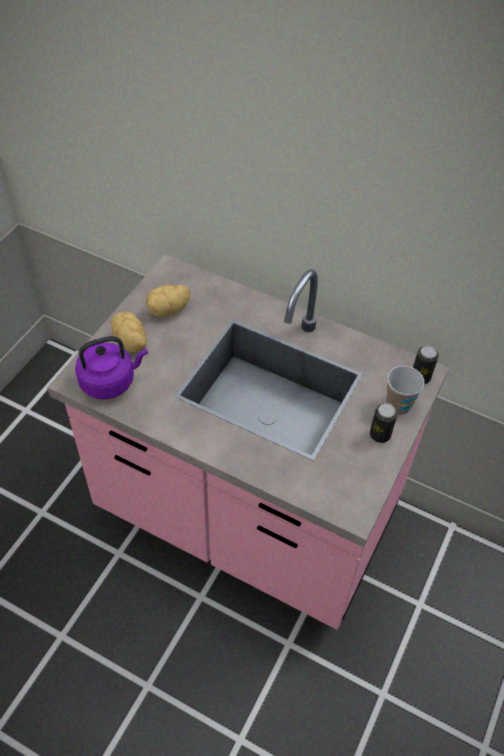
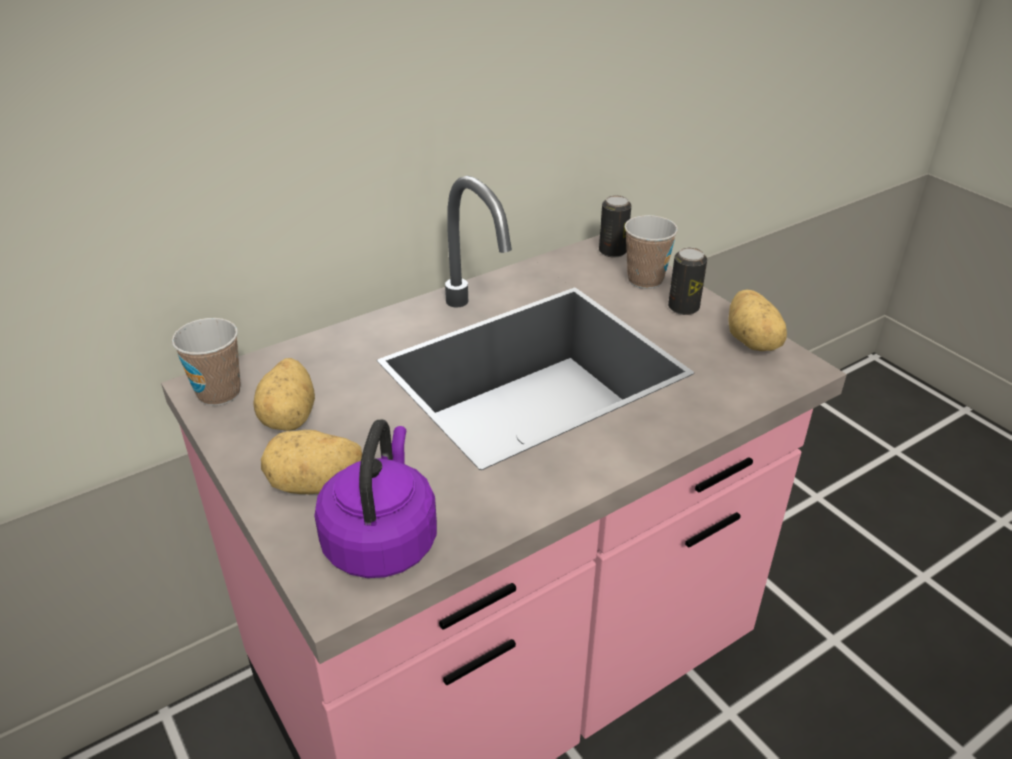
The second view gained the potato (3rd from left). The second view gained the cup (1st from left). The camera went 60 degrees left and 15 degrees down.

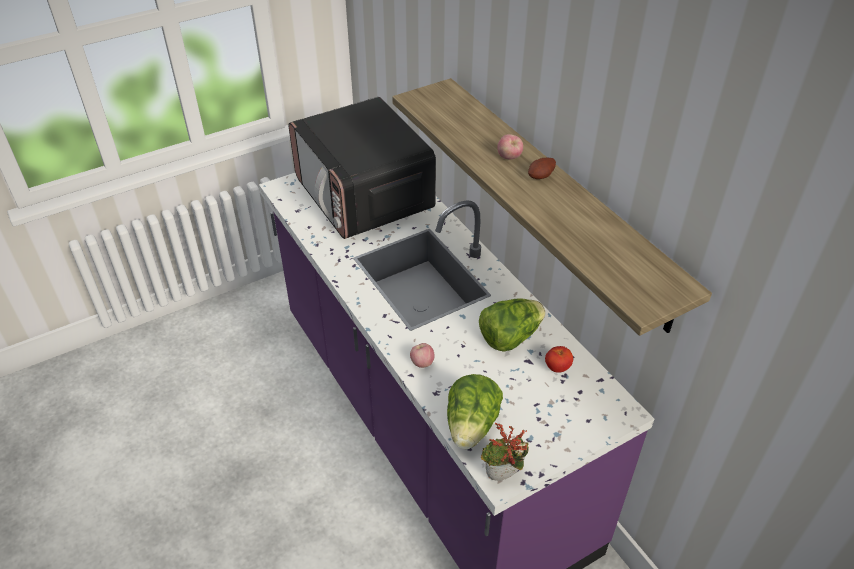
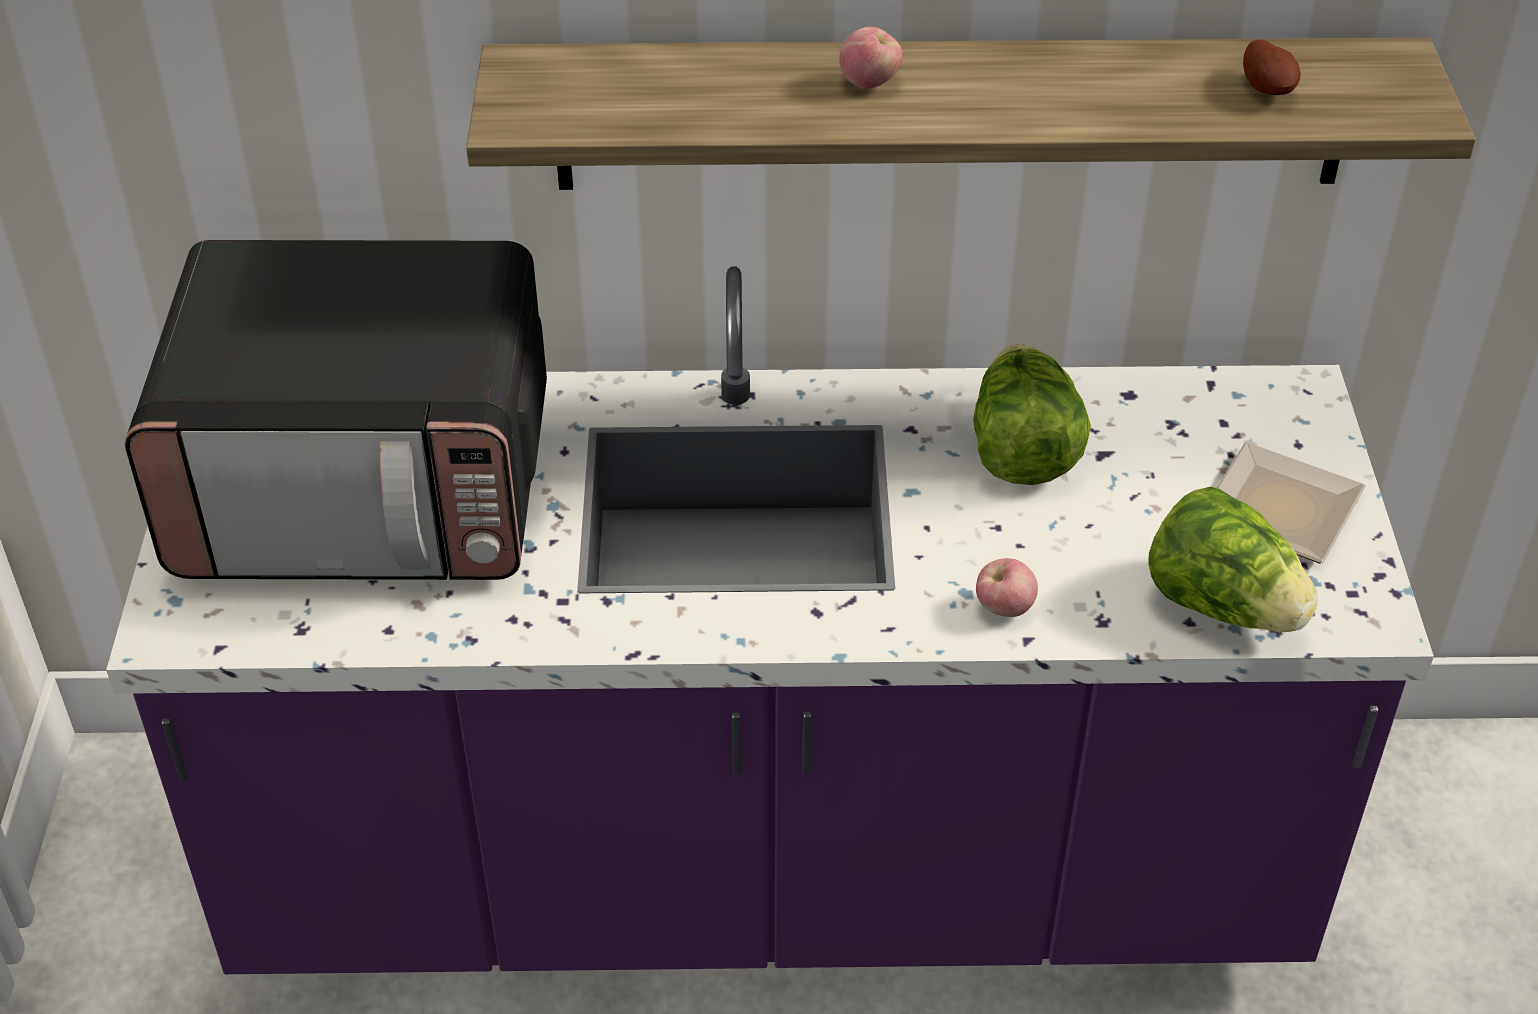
The potato ended up elsewhere. The second view lost the tomato. The second view lost the potted plant. The second view gained the plate. The camera went 60 degrees left and 0 degrees up.

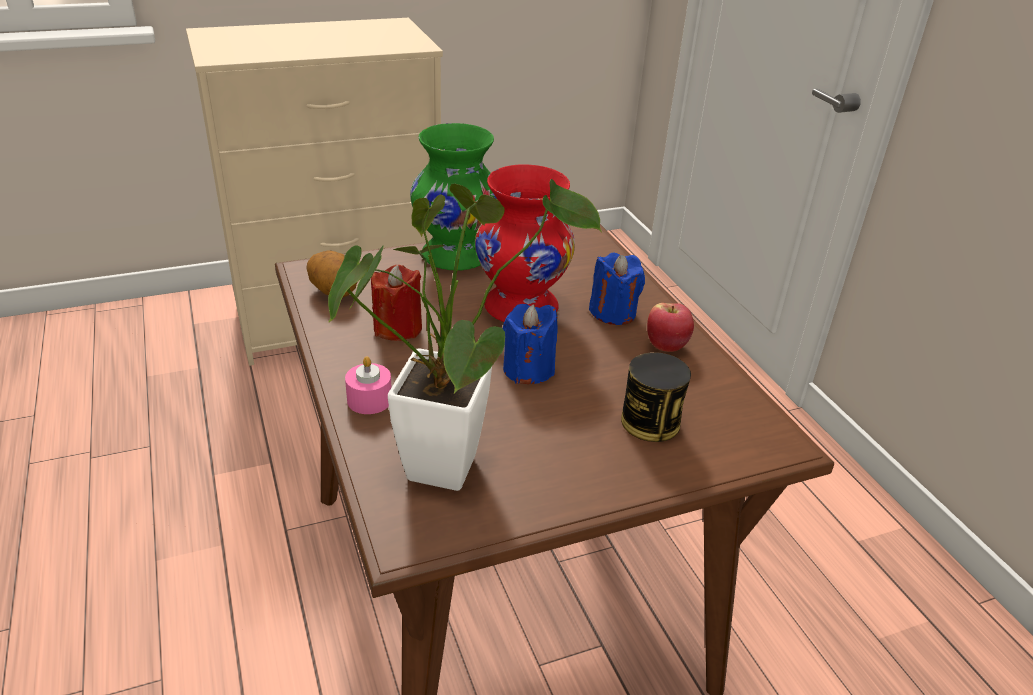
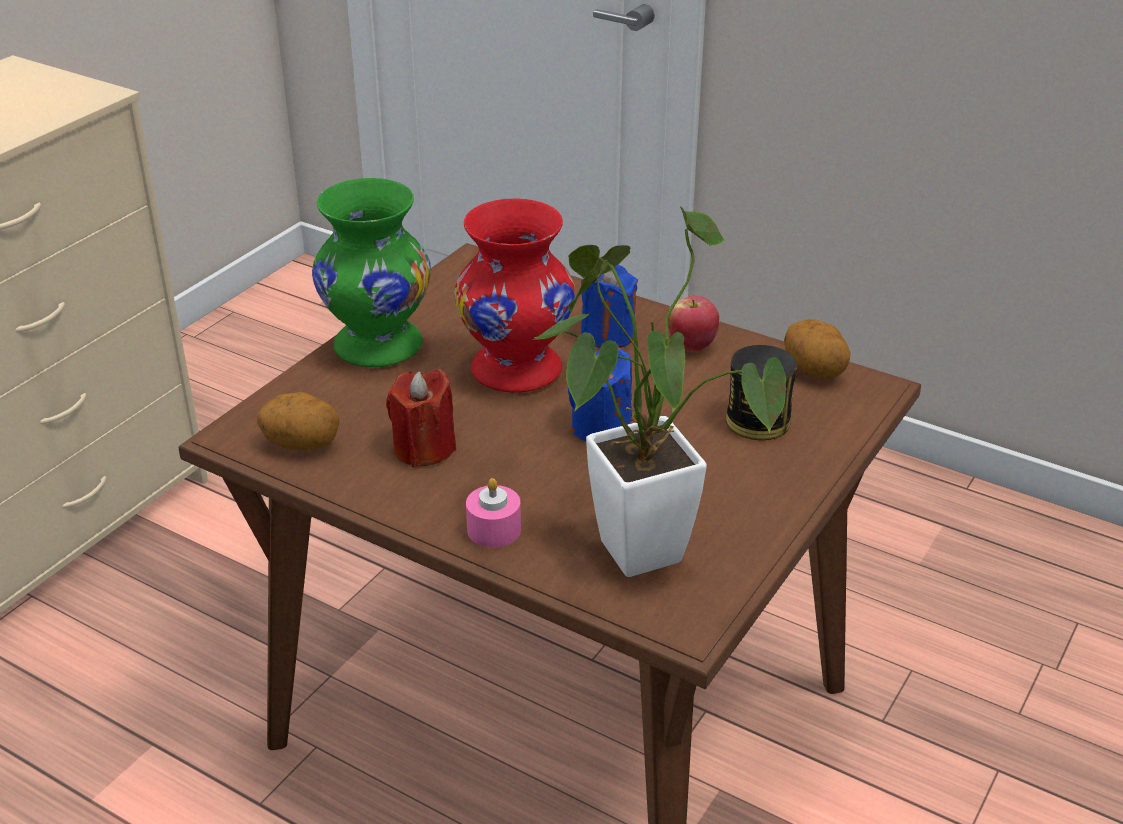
The second view gained the potato (2nd from left). The camera went 35 degrees left and 0 degrees up.

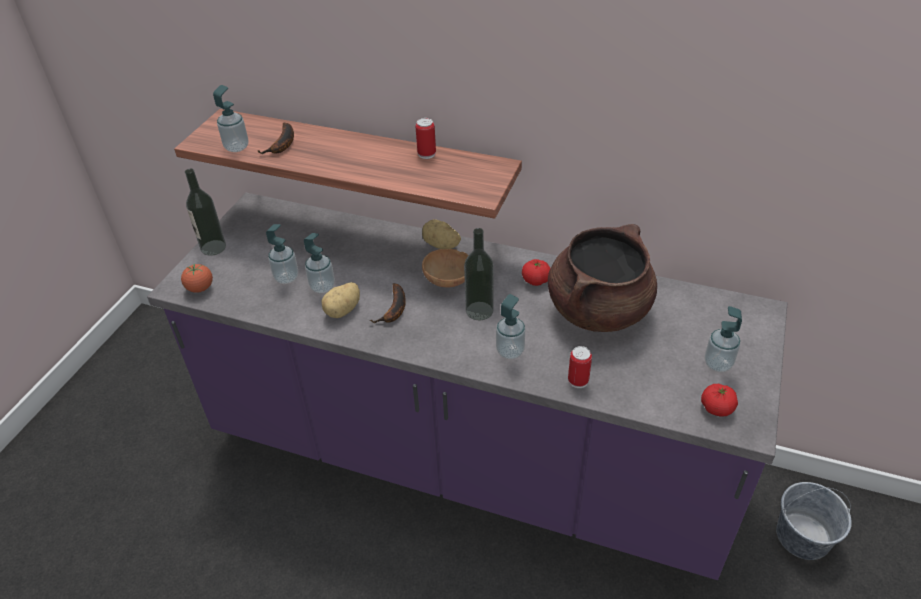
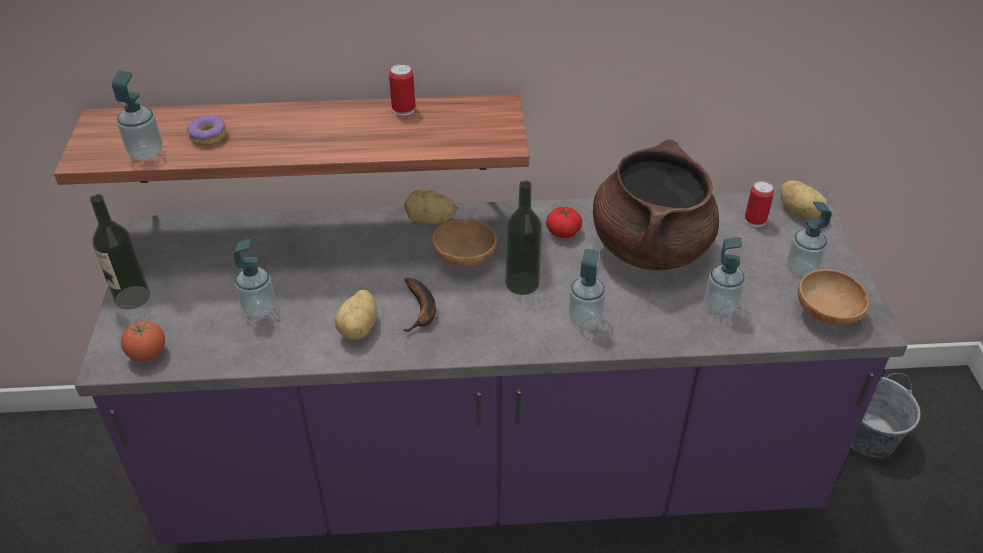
Where the banana (1st from left) stood, the donut came to stand. The soap dispenser (3rd from left in the first image) ended up elsewhere. The can (2nd from left) ended up elsewhere. Where the tomato (3rd from left) stood, the brown bowl (2nd from left) came to stand. The second view gained the potato (3rd from left). The camera went 25 degrees left and 0 degrees up.

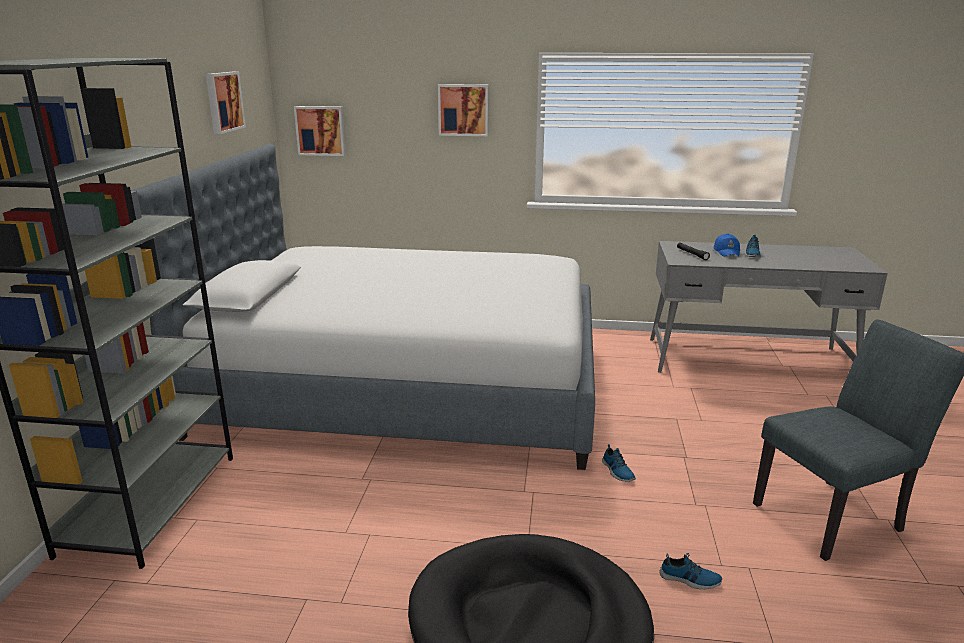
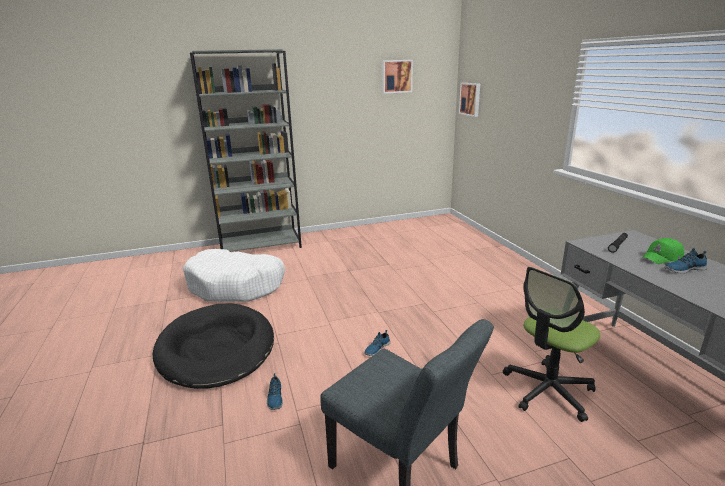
The second view lost the picture (3rd from left). The second view lost the bed. What was the blue cap turned into the green cap. The second view gained the white dog bed. The second view gained the office chair. The camera went 65 degrees right and 0 degrees up.

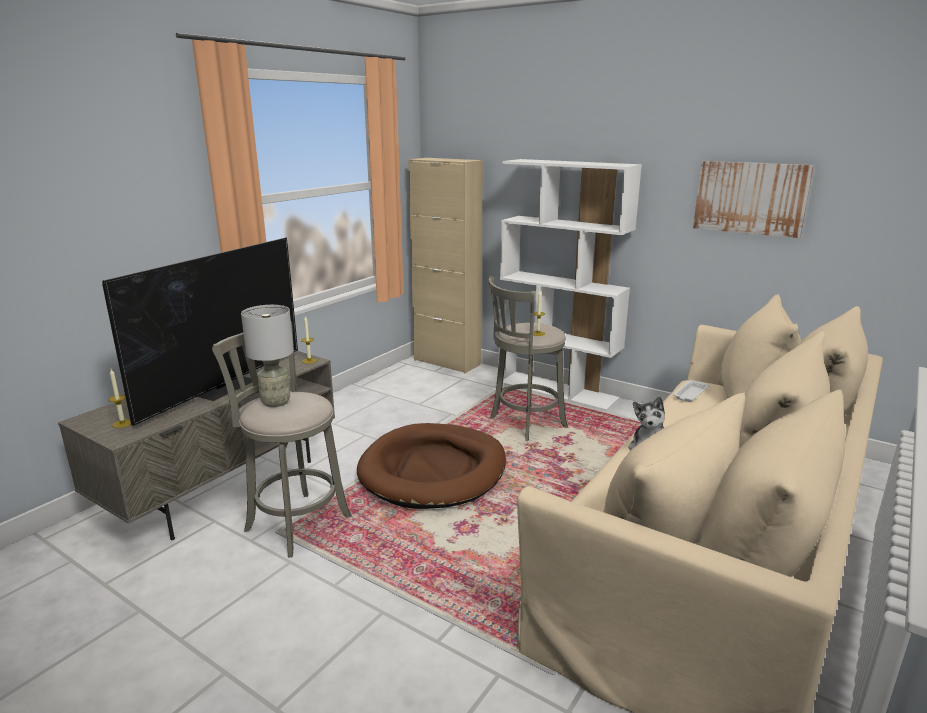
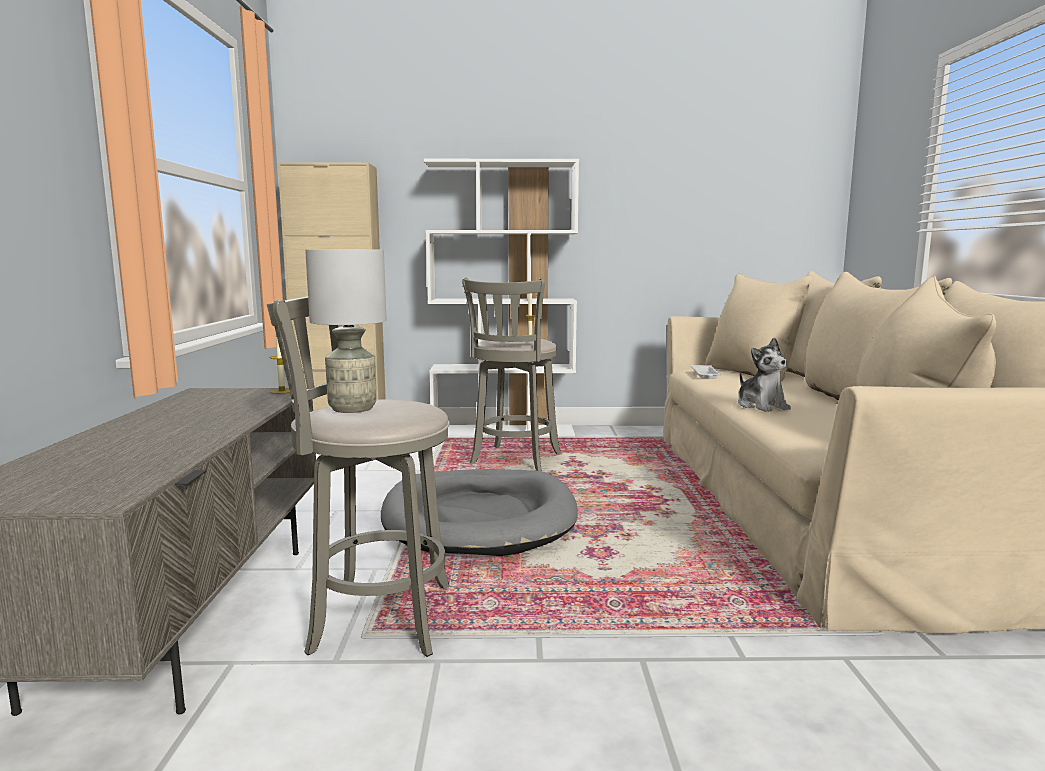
The second view lost the picture. The second view lost the television. The second view lost the candle (1st from left). What was the brown dog bed turned into the grey dog bed. The camera went 35 degrees left and 10 degrees down.

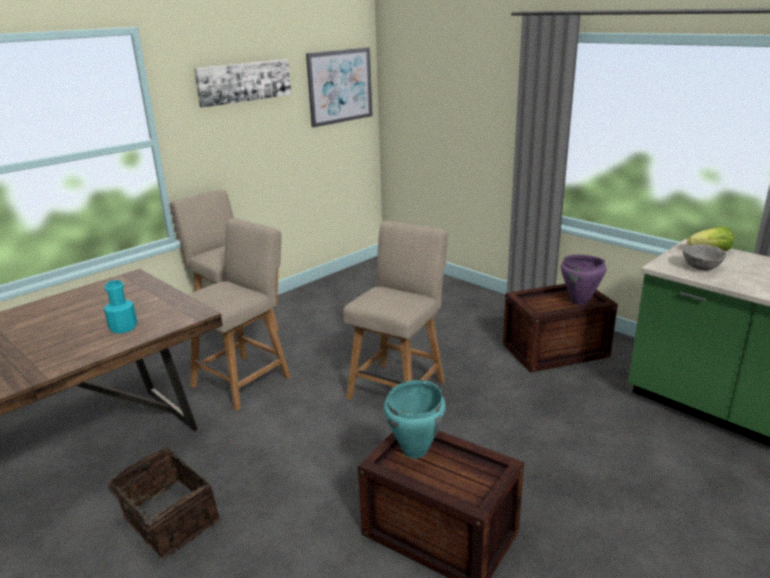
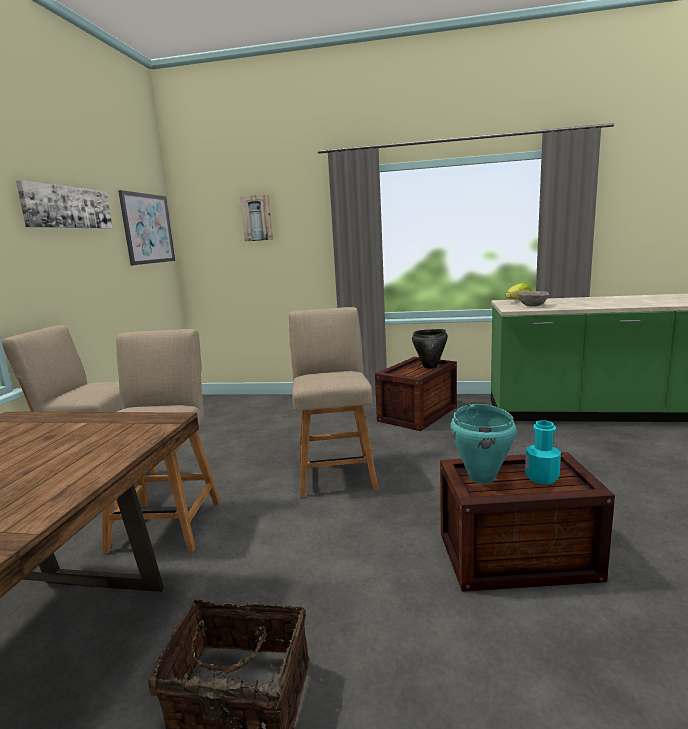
What was the purple cooking pot turned into the black cooking pot. The turquoise bottle ended up elsewhere. The second view gained the picture (3rd from left). The camera went 35 degrees left and 10 degrees down.

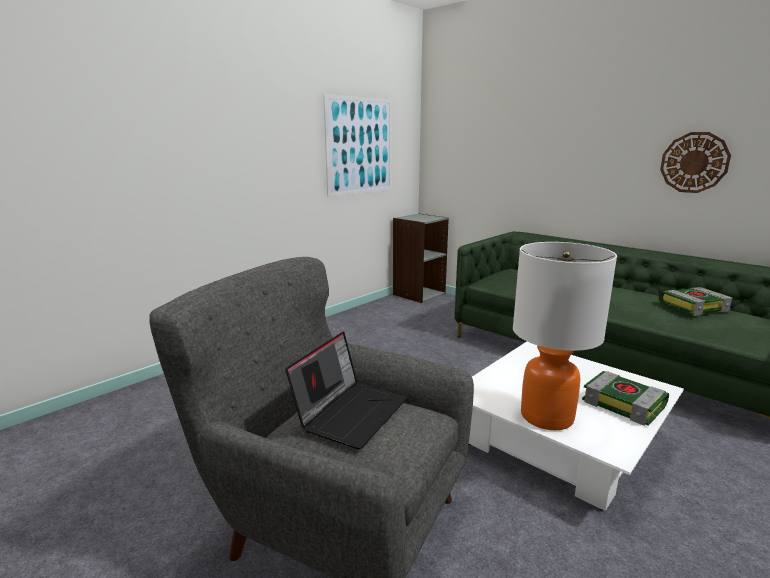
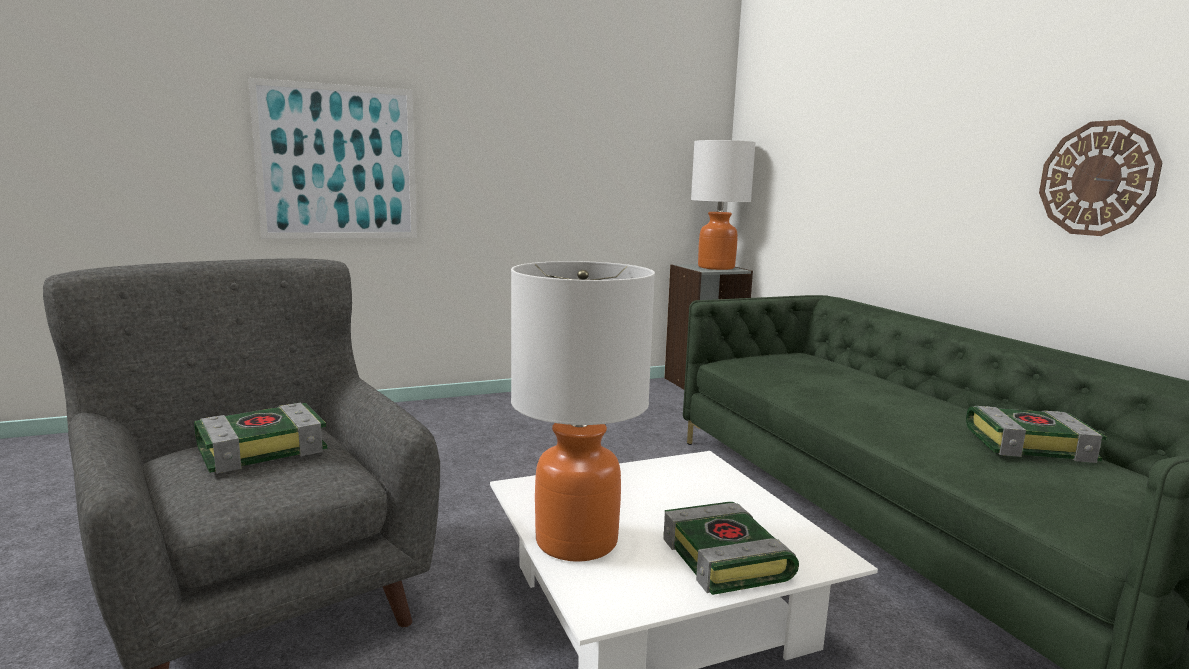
The picture ended up elsewhere. Where the laptop stood, the book (1st from left) came to stand. The second view gained the table lamp (2nd from left). The camera went 25 degrees right and 5 degrees down.

